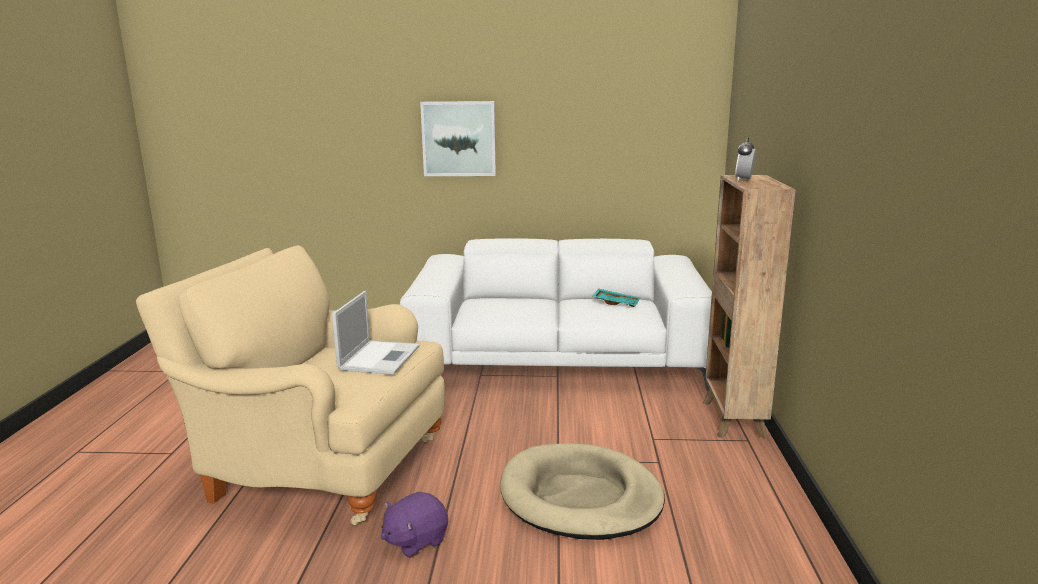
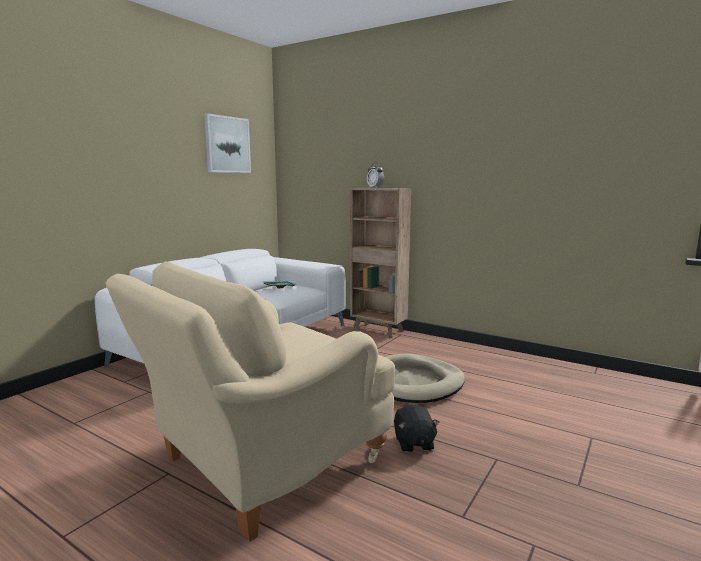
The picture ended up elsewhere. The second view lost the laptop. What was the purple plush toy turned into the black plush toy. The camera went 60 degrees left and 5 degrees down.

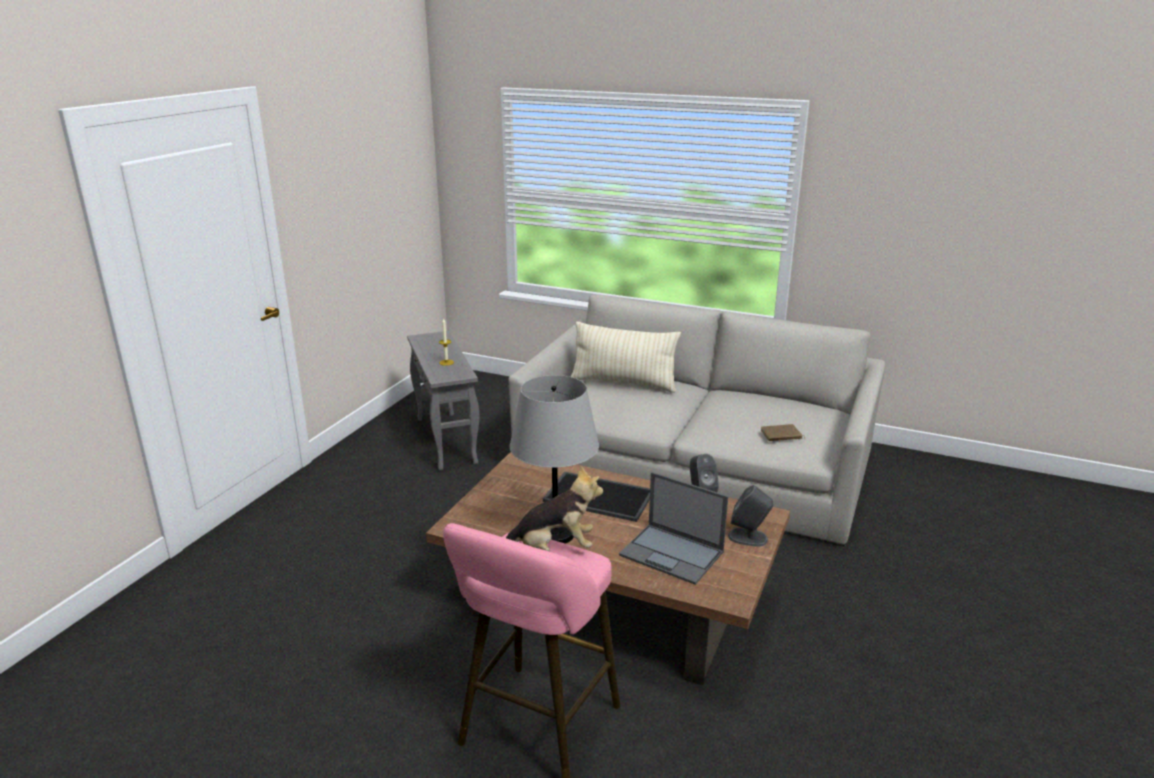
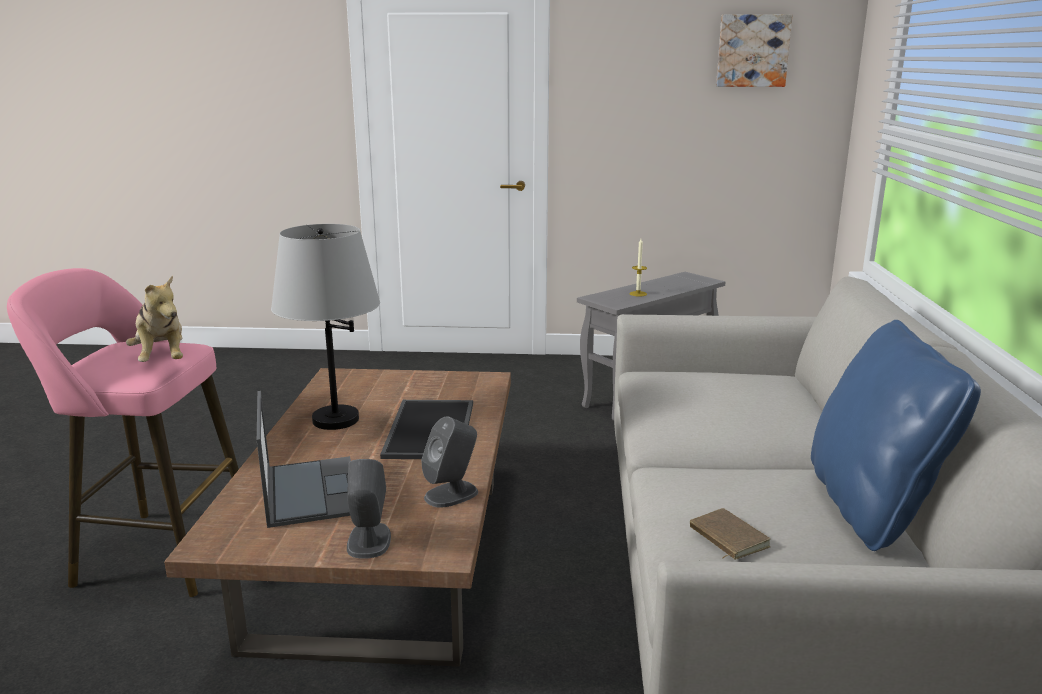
The second view lost the beige pillow. The laptop ended up facing another way, 150 degrees clockwise from before. The second view gained the picture. The second view gained the blue pillow. The camera went 70 degrees right and 5 degrees down.

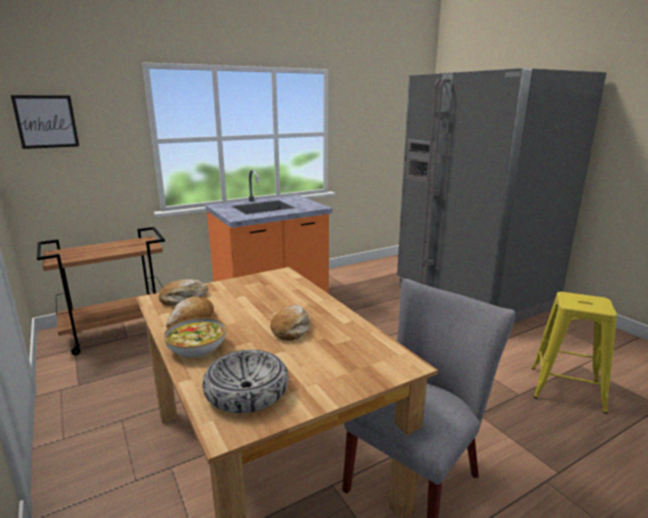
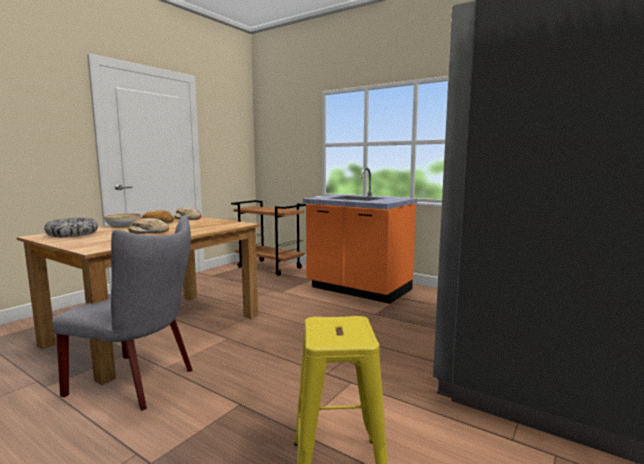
The second view lost the picture. The camera went 65 degrees right and 10 degrees down.

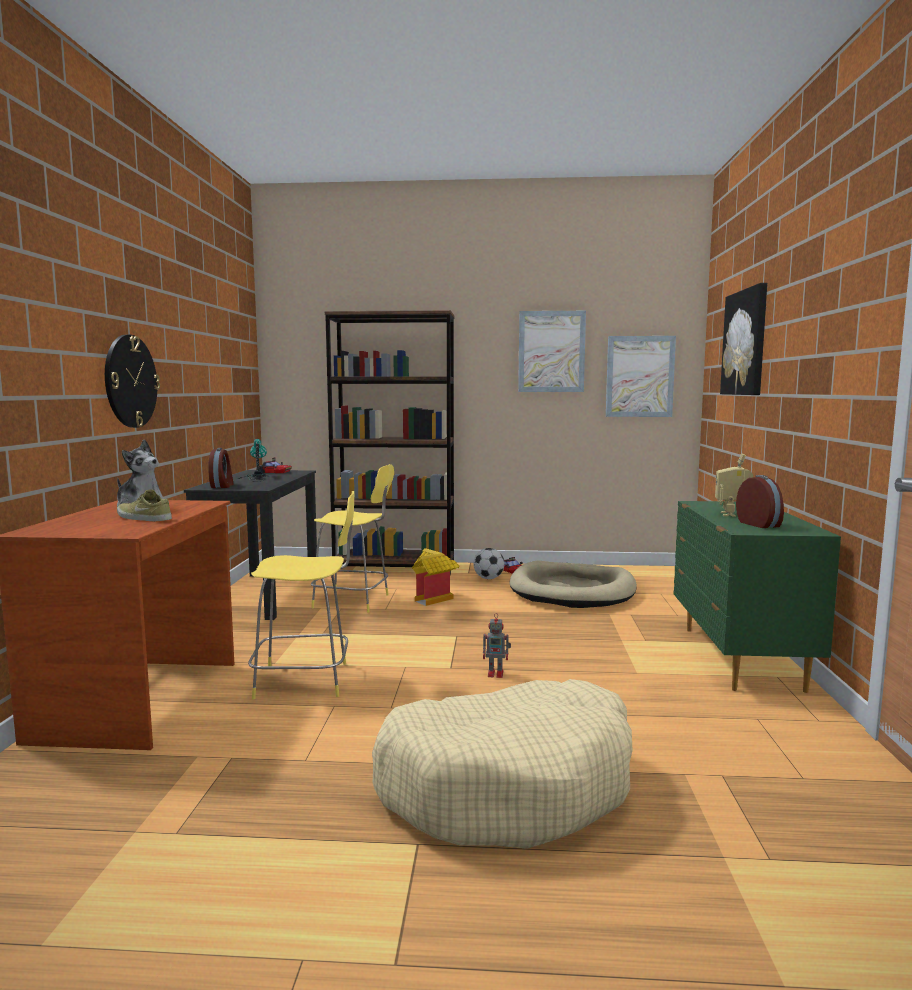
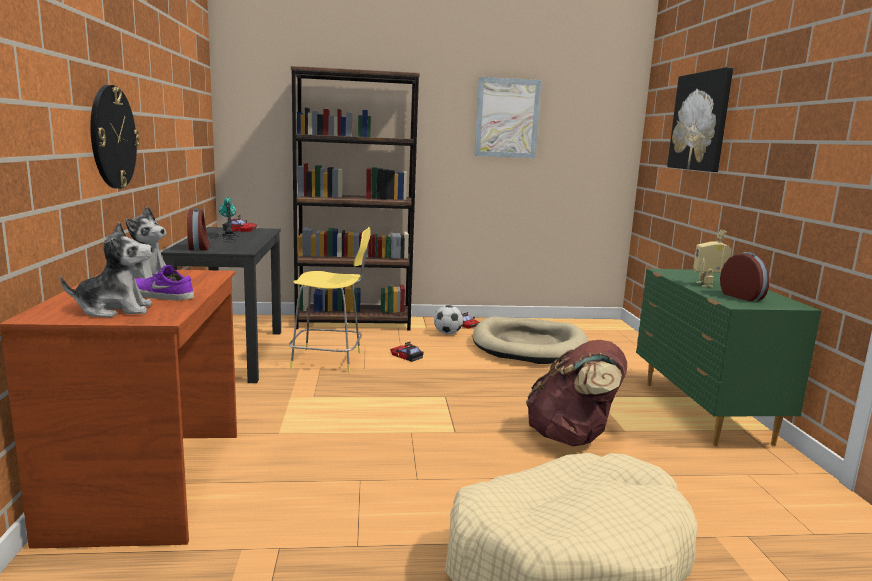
The second view lost the picture (2nd from left). What was the beige shoe turned into the purple shoe. The second view lost the yellow stool (1st from left). Where the toy house stood, the toy car (2nd from left) came to stand. The second view lost the toy robot (1st from left). The second view gained the plush toy (1st from left). The second view gained the brown backpack. The camera went 10 degrees left and 5 degrees up.

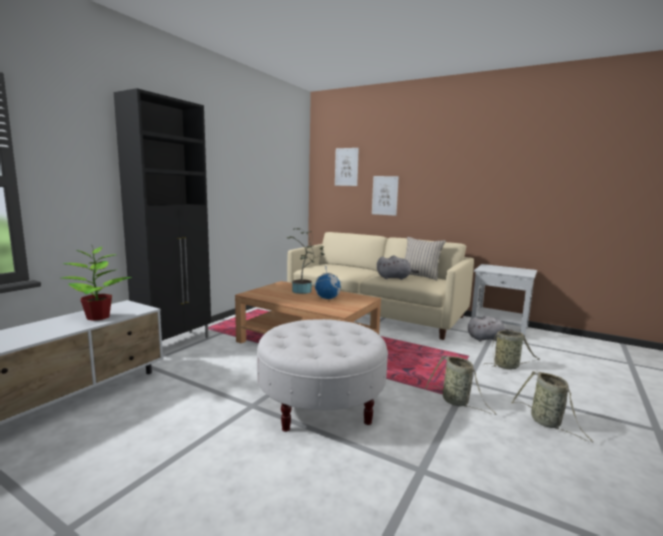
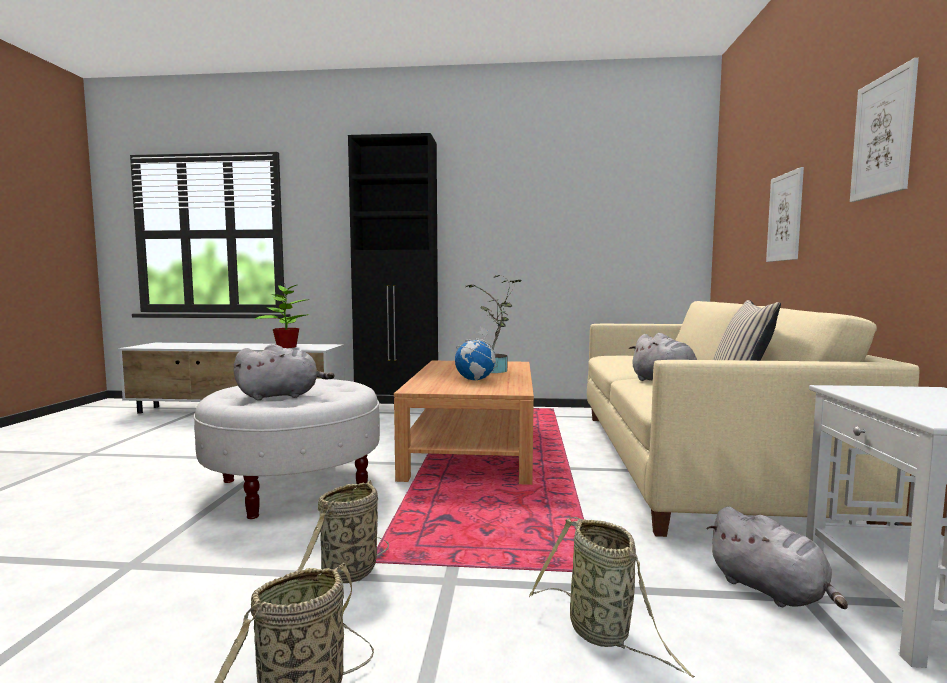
The picture (1st from left in the first image) ended up elsewhere. The second view gained the grey plush toy (1st from left). The camera went 65 degrees right and 5 degrees down.

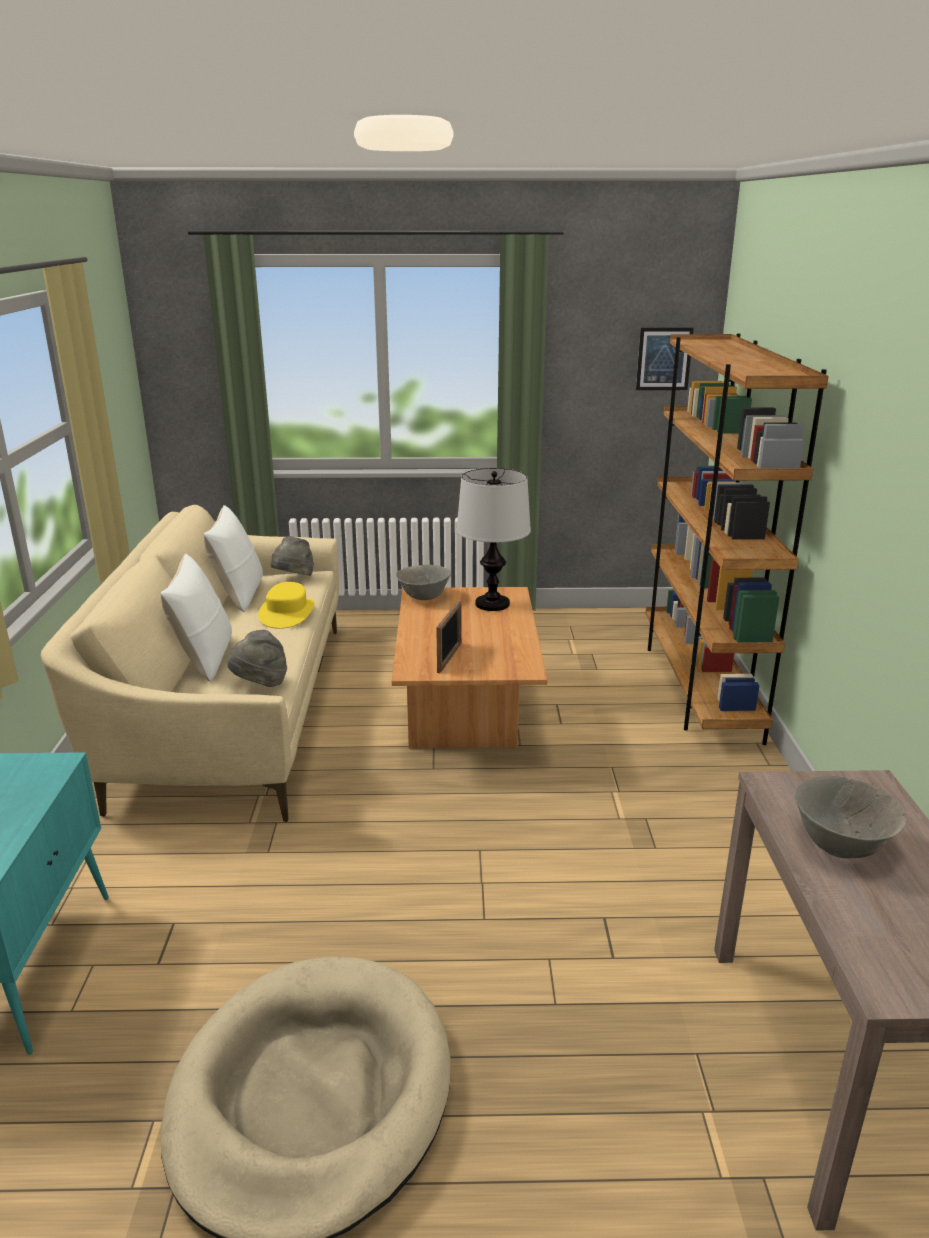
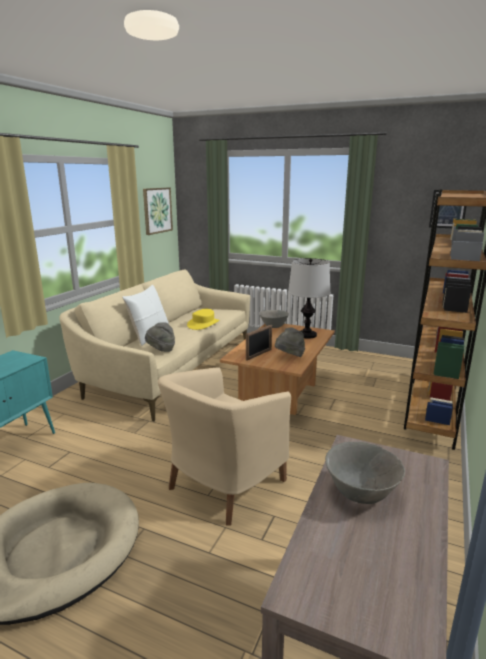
The second view lost the white pillow (2nd from left). The grey hat (2nd from left) ended up elsewhere. The second view gained the picture (1st from left). The second view gained the beige armchair. The camera went 25 degrees right and 5 degrees down.

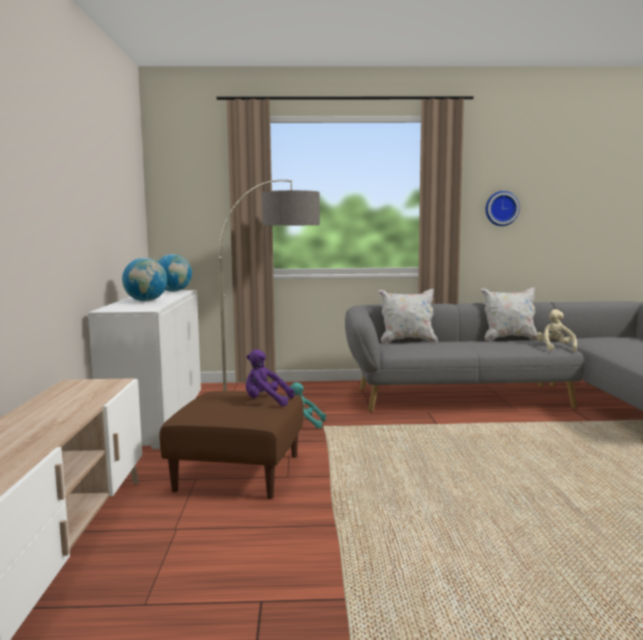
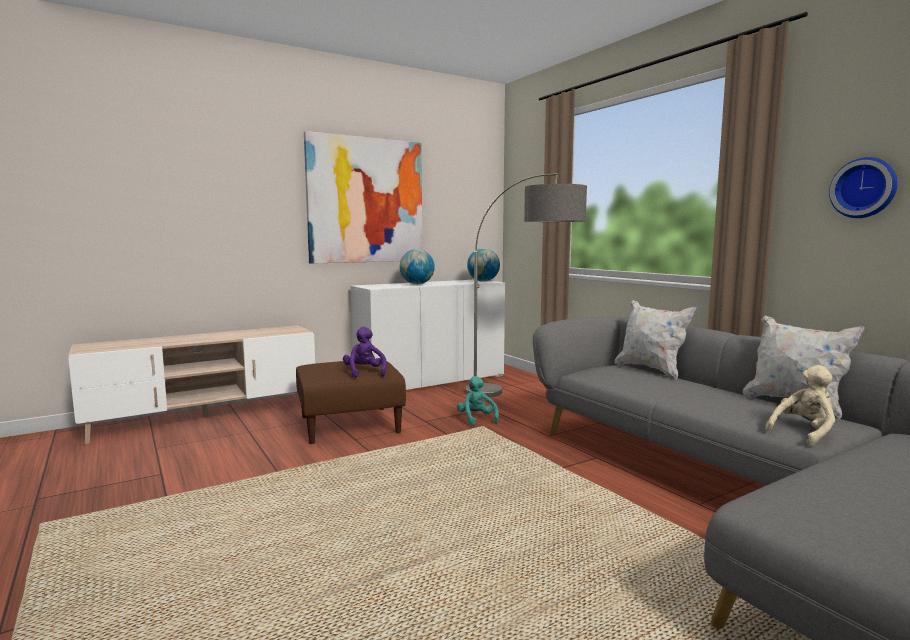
The second view gained the picture. The camera went 60 degrees right and 0 degrees up.

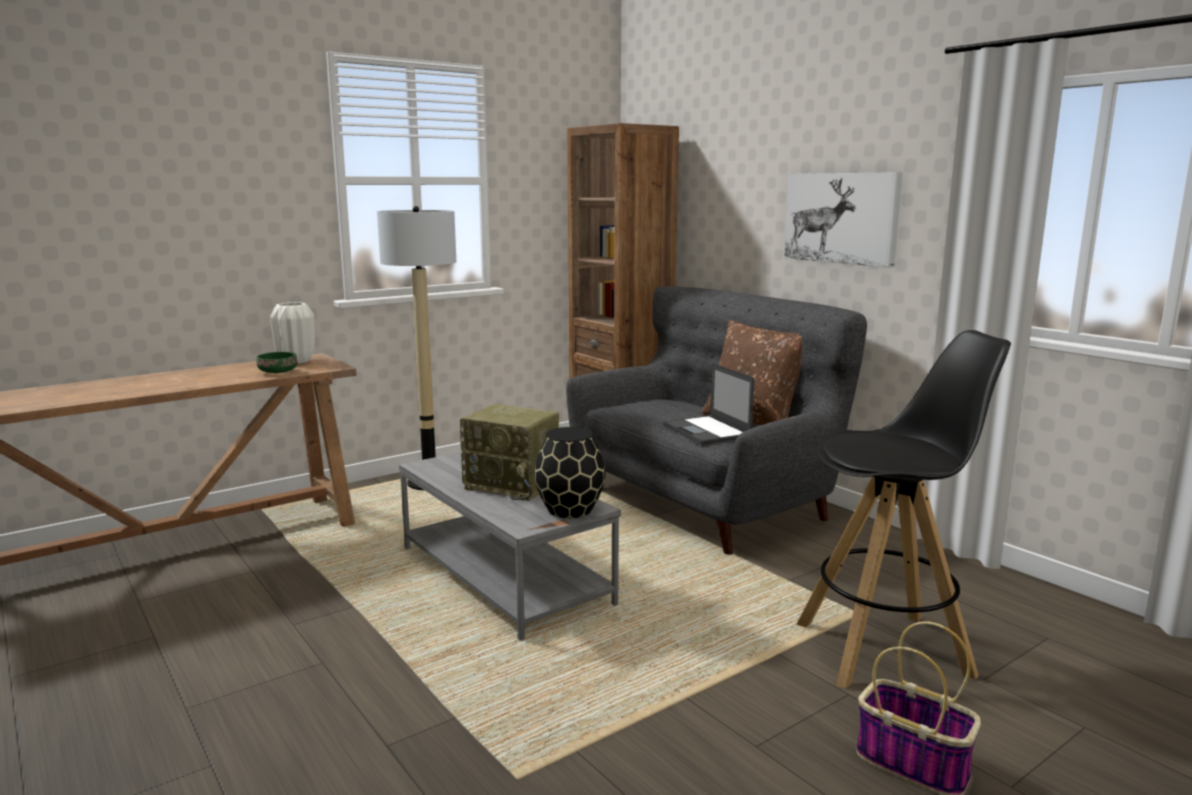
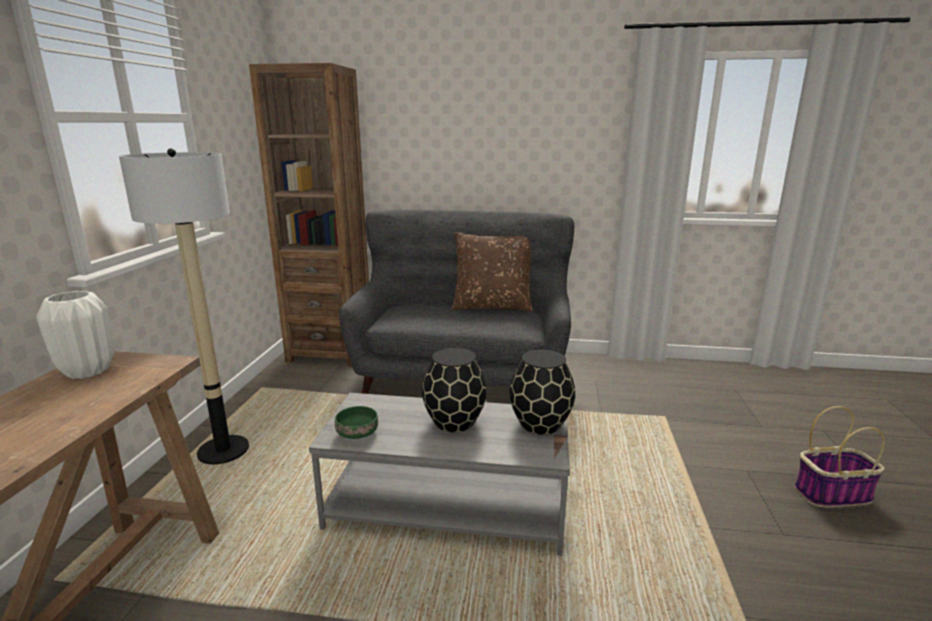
The second view lost the picture. The second view lost the black stool. The green bowl ended up elsewhere. The second view lost the laptop. Where the radio stood, the black vase (1st from left) came to stand. The camera went 45 degrees left and 5 degrees up.

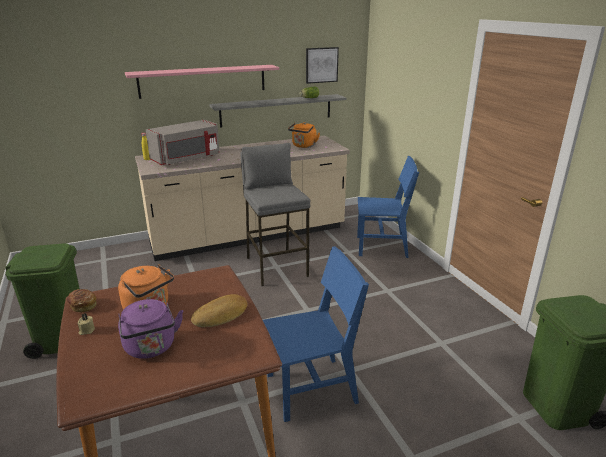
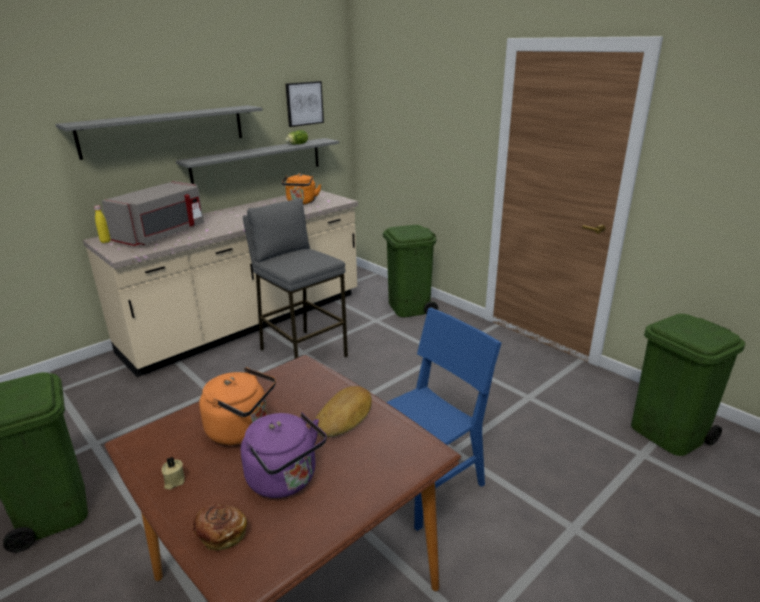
What was the pink shelf turned into the grey shelf (1st from left). Where the blue chair (2nd from left) stood, the green trash can (2nd from left) came to stand. The bread (1st from left) ended up elsewhere. The camera went 20 degrees left and 0 degrees up.

